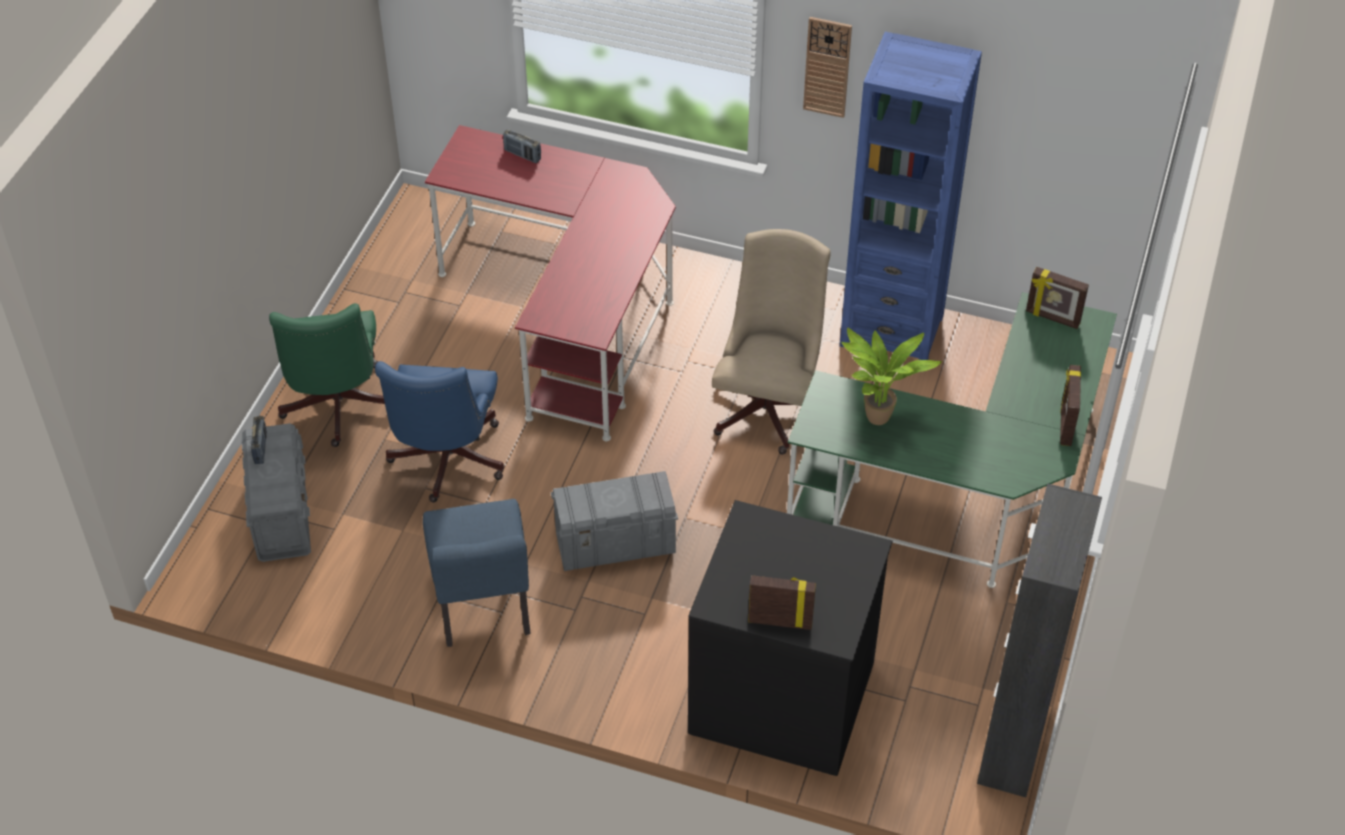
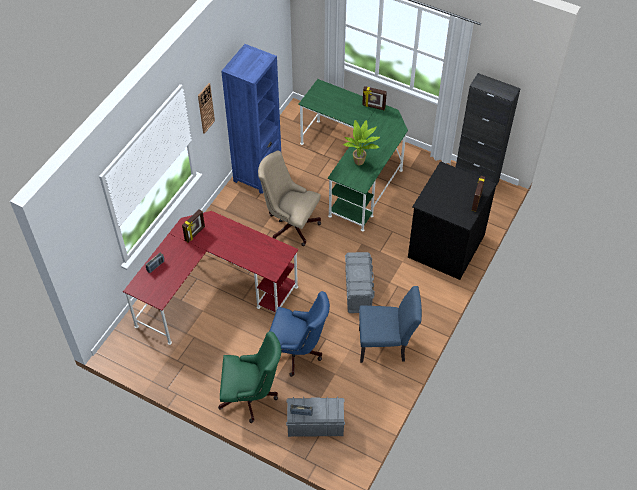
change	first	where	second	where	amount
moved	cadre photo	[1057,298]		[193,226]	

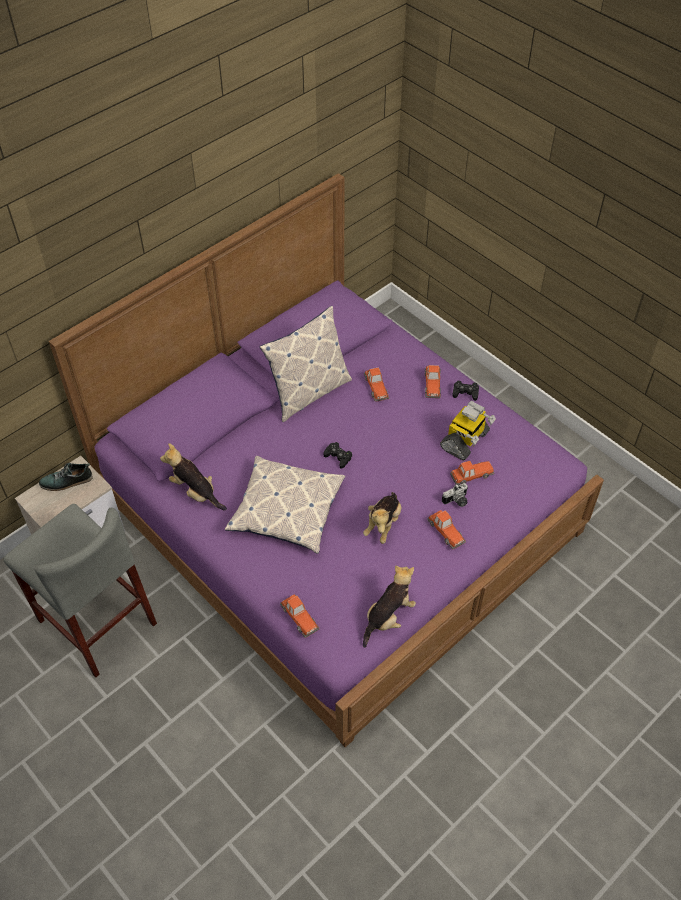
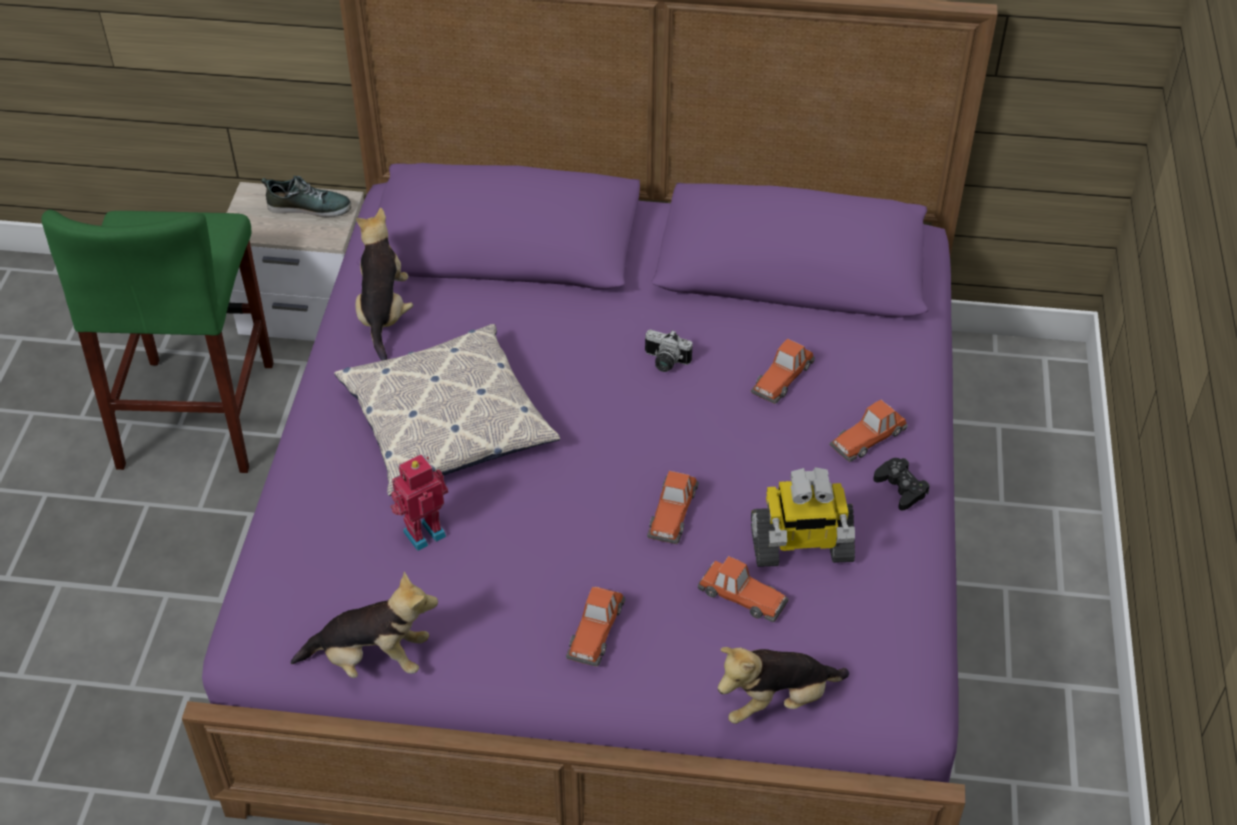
change	first	where	second	where	amount
recoloured	tabouret/gris	[80,590]	tabouret/vert	[157,341]	
turned	chaussure	[66,477]		[306,196]	150 degrees clockwise
removed	coussin	[306,364]			
moved	petite voiture	[300,616]		[673,507]	
removed	manette/noir	[338,455]			
moved	peluche	[382,518]		[783,685]	
moved	appareil photo	[455,495]		[669,351]	
added			robot jouet	[419,502]	

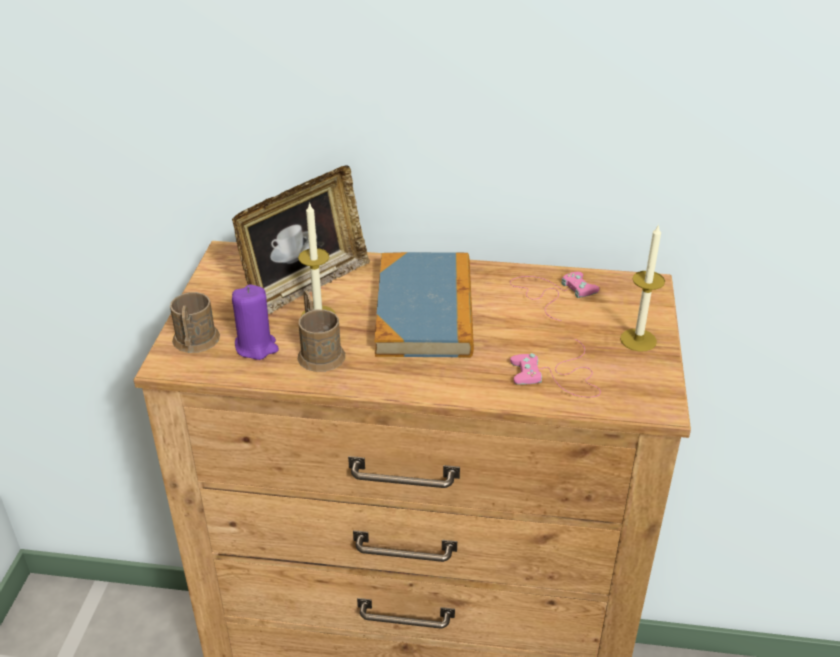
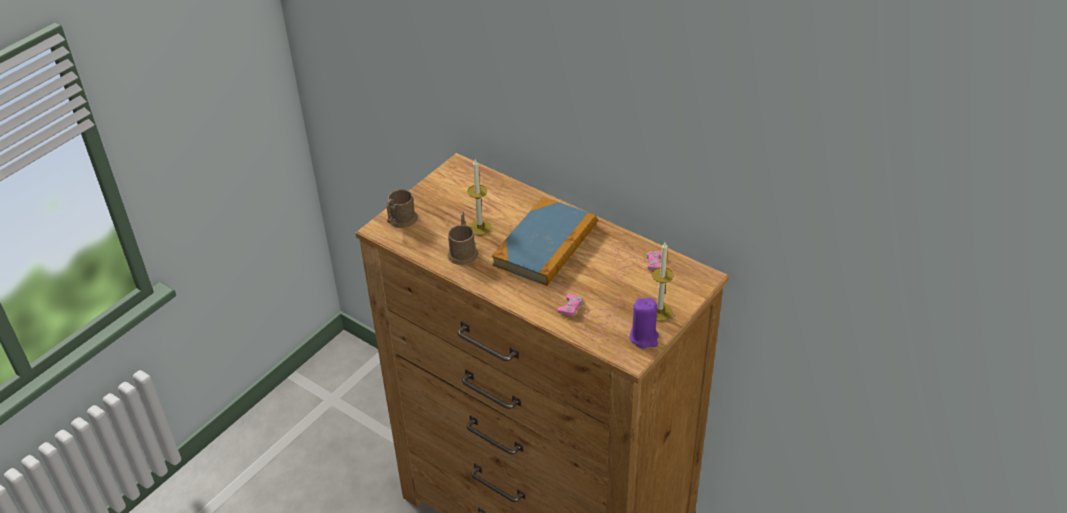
change	first	where	second	where	amount
removed	cadre photo	[301,239]			
moved	bougie/violet	[255,322]		[644,323]	

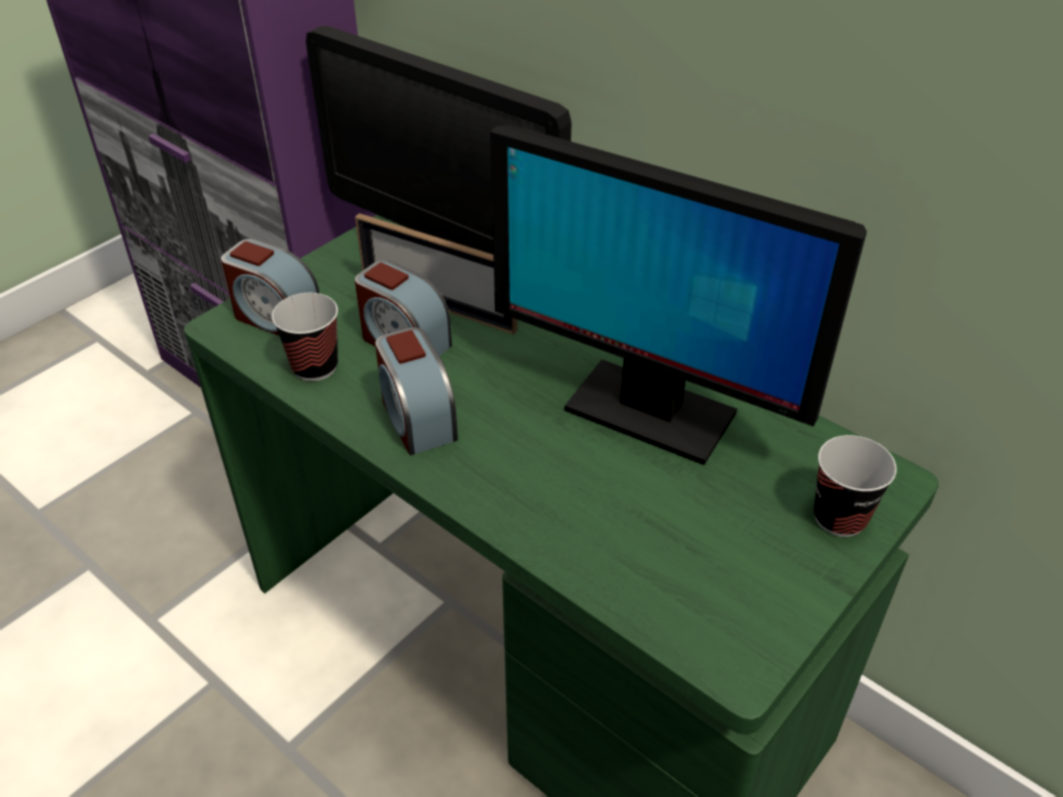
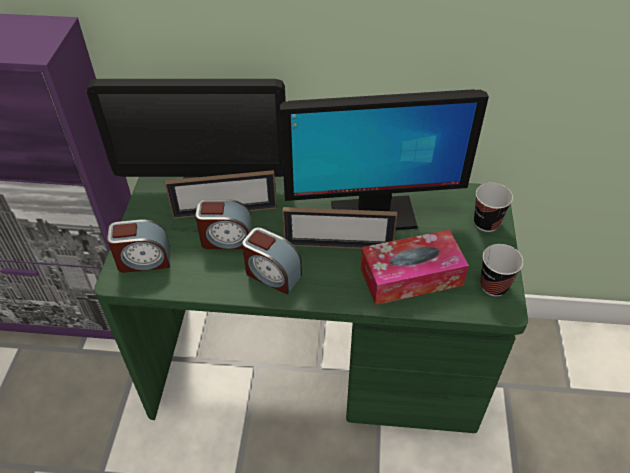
change	first	where	second	where	amount
moved	tasse	[305,337]		[501,270]	
added			cadre photo	[339,228]	
added			boîte à mouchoirs	[414,267]	

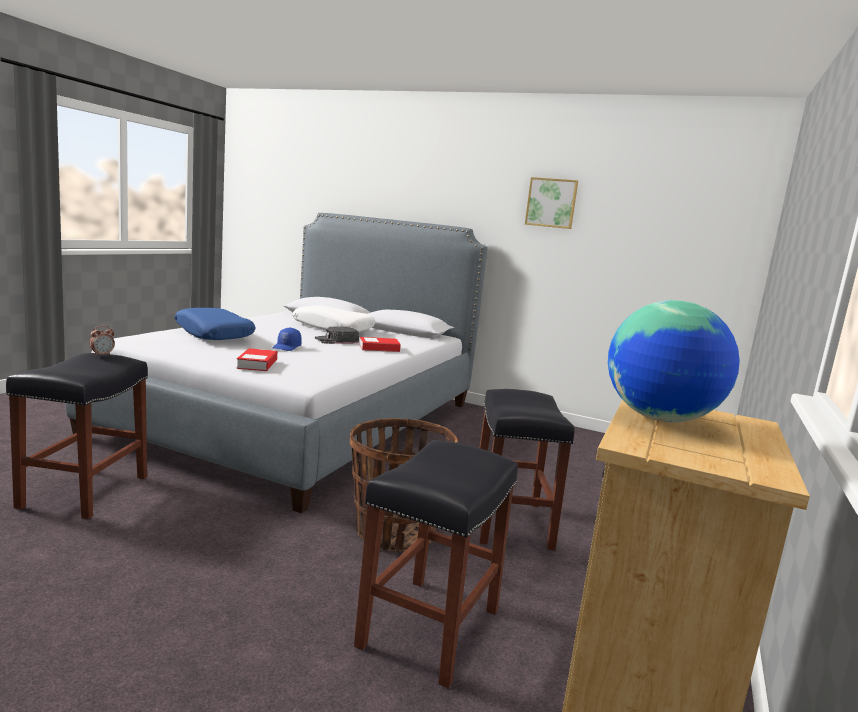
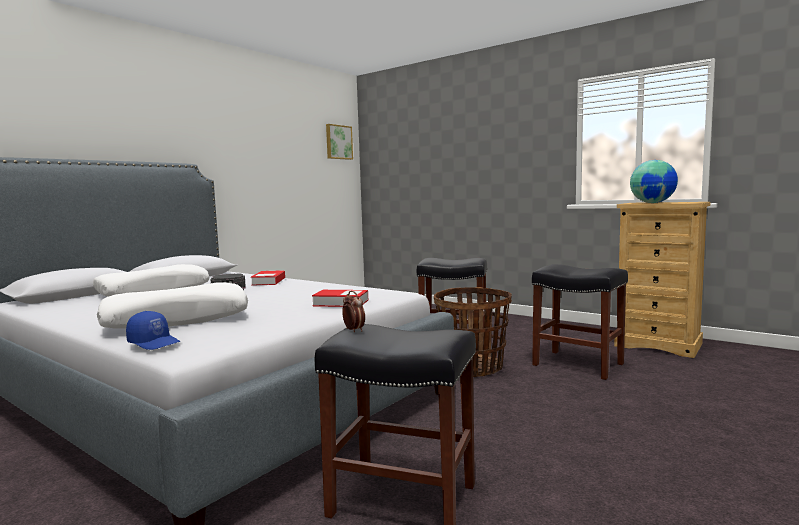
change	first	where	second	where	amount
recoloured	coussin/bleu	[215,324]	coussin/blanc	[172,305]	
moved	casquette/bleu	[287,339]		[153,330]	
moved	tableau	[551,203]		[339,142]	

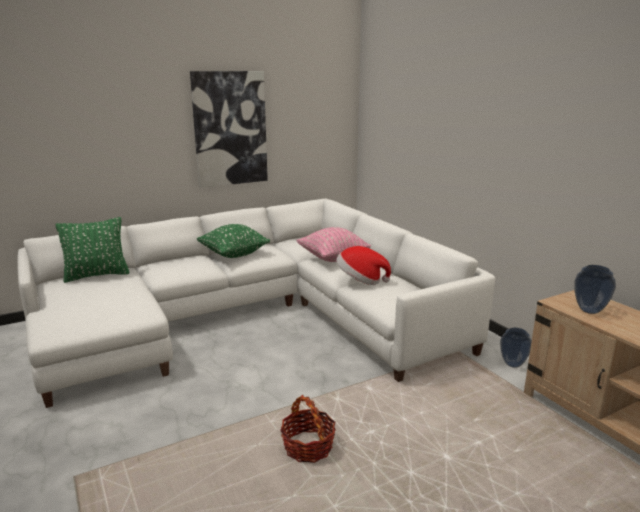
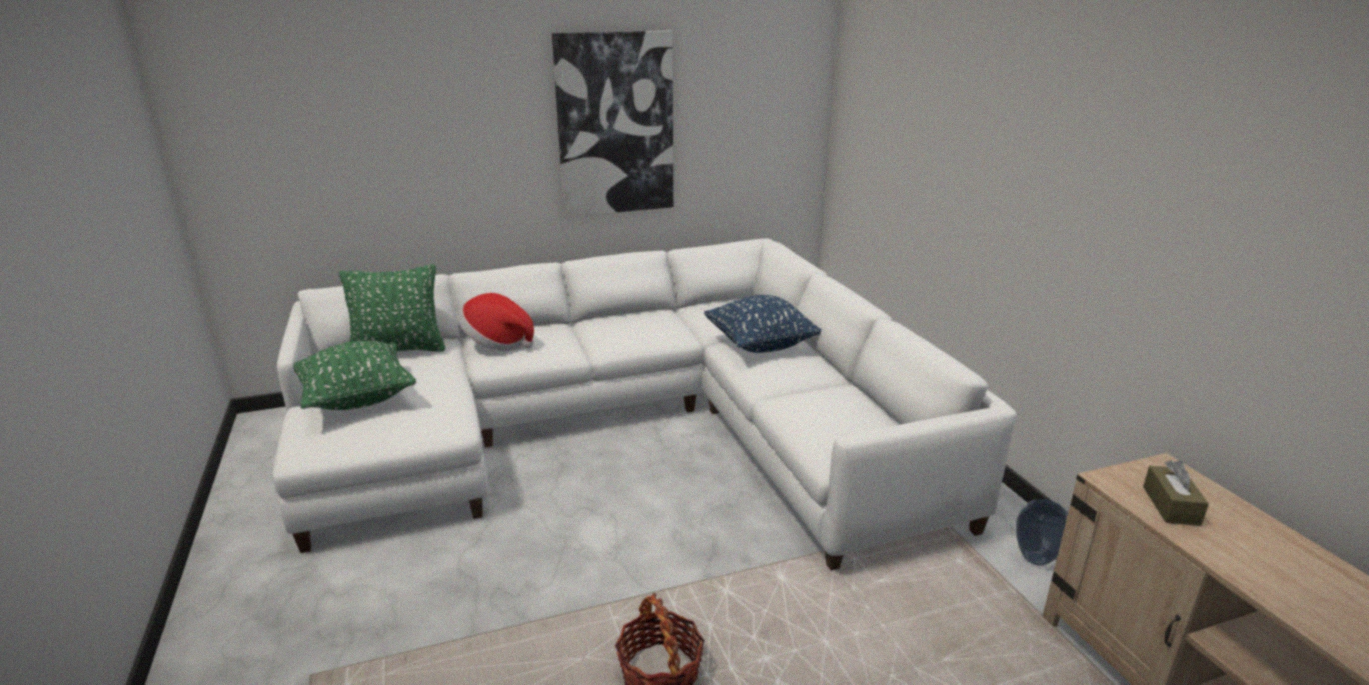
change	first	where	second	where	amount
moved	coussin/vert	[233,241]		[354,375]	
recoloured	coussin/rose	[333,244]	coussin/bleu	[762,324]	
moved	chapeau	[363,265]		[496,322]	
replaced	vase	[595,289]	boîte à mouchoirs/marron	[1176,493]	

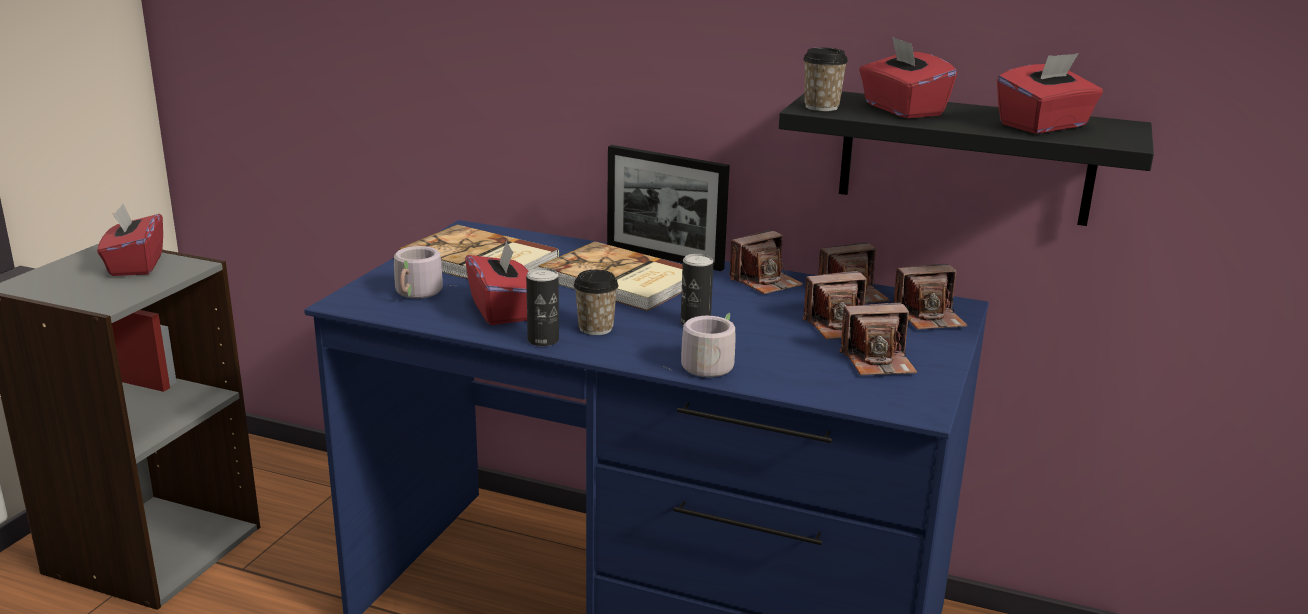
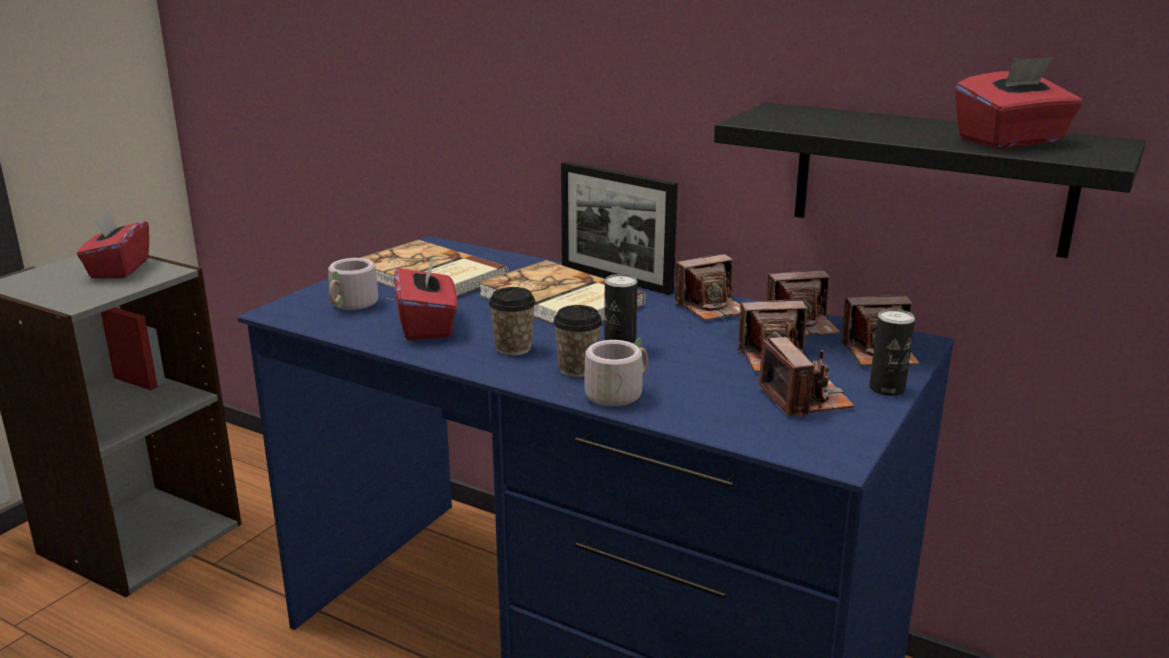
change	first	where	second	where	amount
moved	boîte métallique	[542,307]		[892,352]	
moved	tasse	[825,79]		[577,341]	
turned	appareil photo	[878,339]		[807,377]	105 degrees counterclockwise
removed	boîte à mouchoirs/rouge	[908,77]			

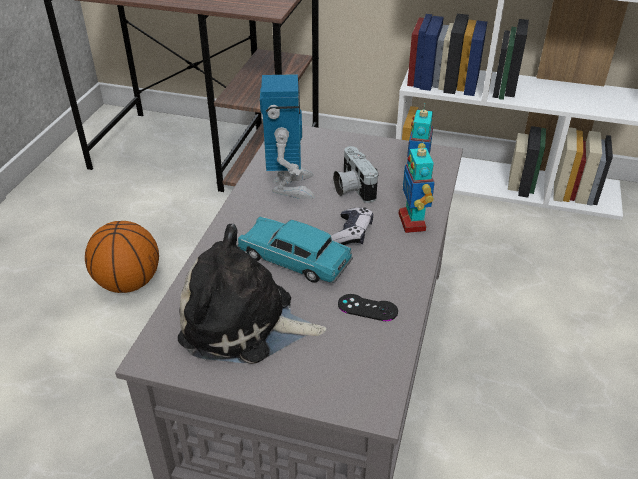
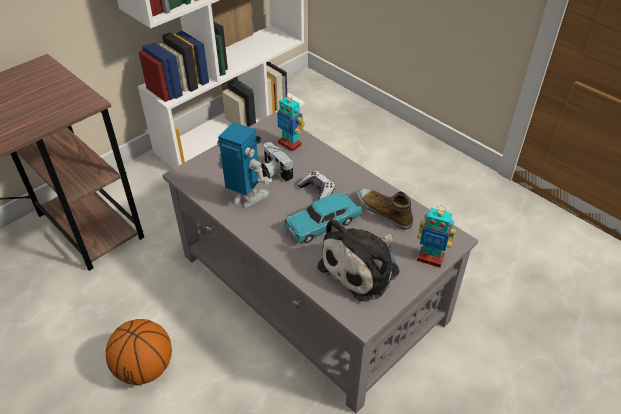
change	first	where	second	where	amount
turned	appareil photo	[355,174]		[277,162]	45 degrees clockwise
replaced	manette/noir	[368,307]	chaussure	[385,209]	
moved	robot jouet	[417,186]		[436,236]	

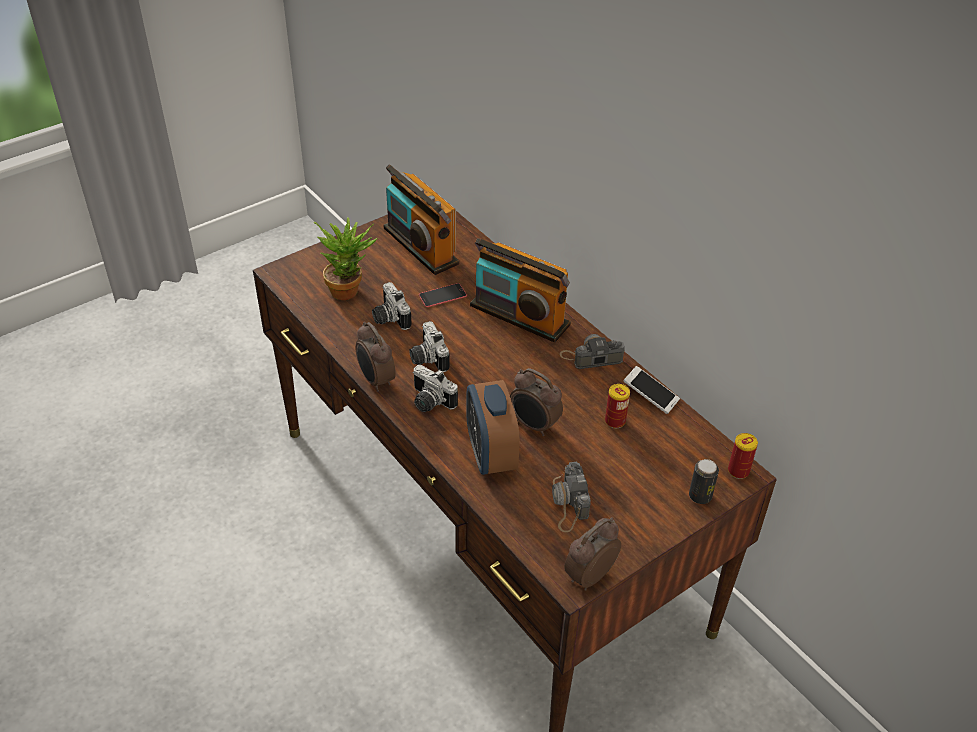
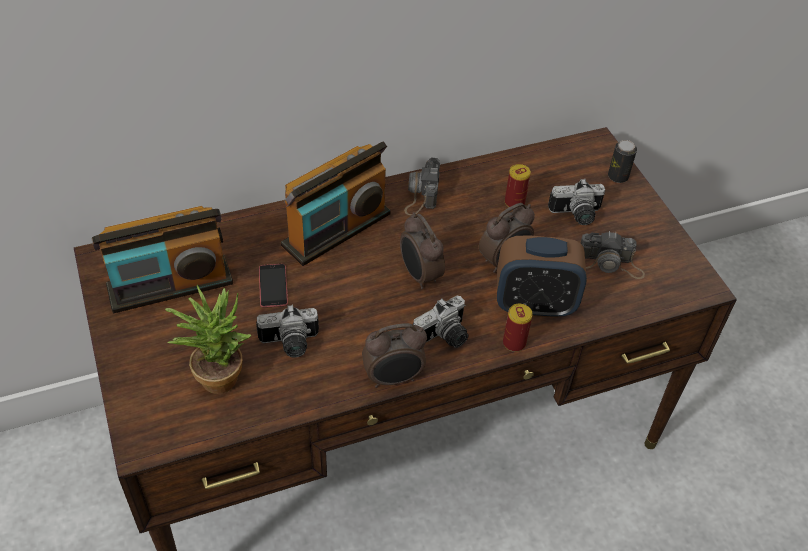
change	first	where	second	where	amount
moved	appareil photo	[429,346]		[576,202]	
moved	réveil	[592,554]		[422,250]	
removed	téléphone	[652,390]			
moved	boîte métallique	[743,456]		[518,328]	

